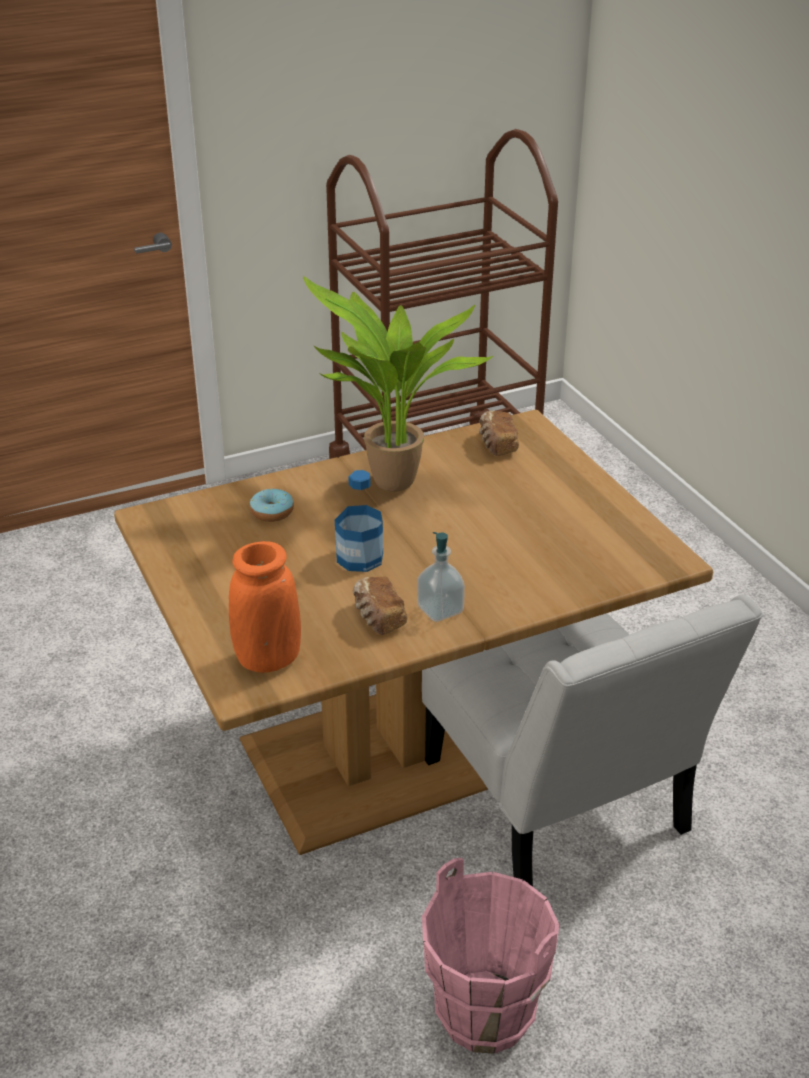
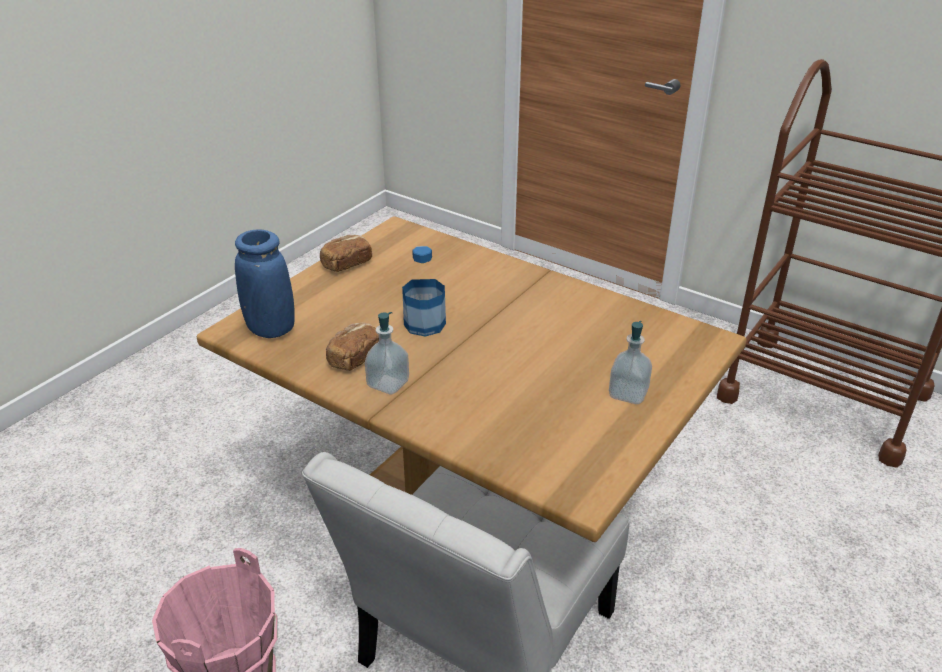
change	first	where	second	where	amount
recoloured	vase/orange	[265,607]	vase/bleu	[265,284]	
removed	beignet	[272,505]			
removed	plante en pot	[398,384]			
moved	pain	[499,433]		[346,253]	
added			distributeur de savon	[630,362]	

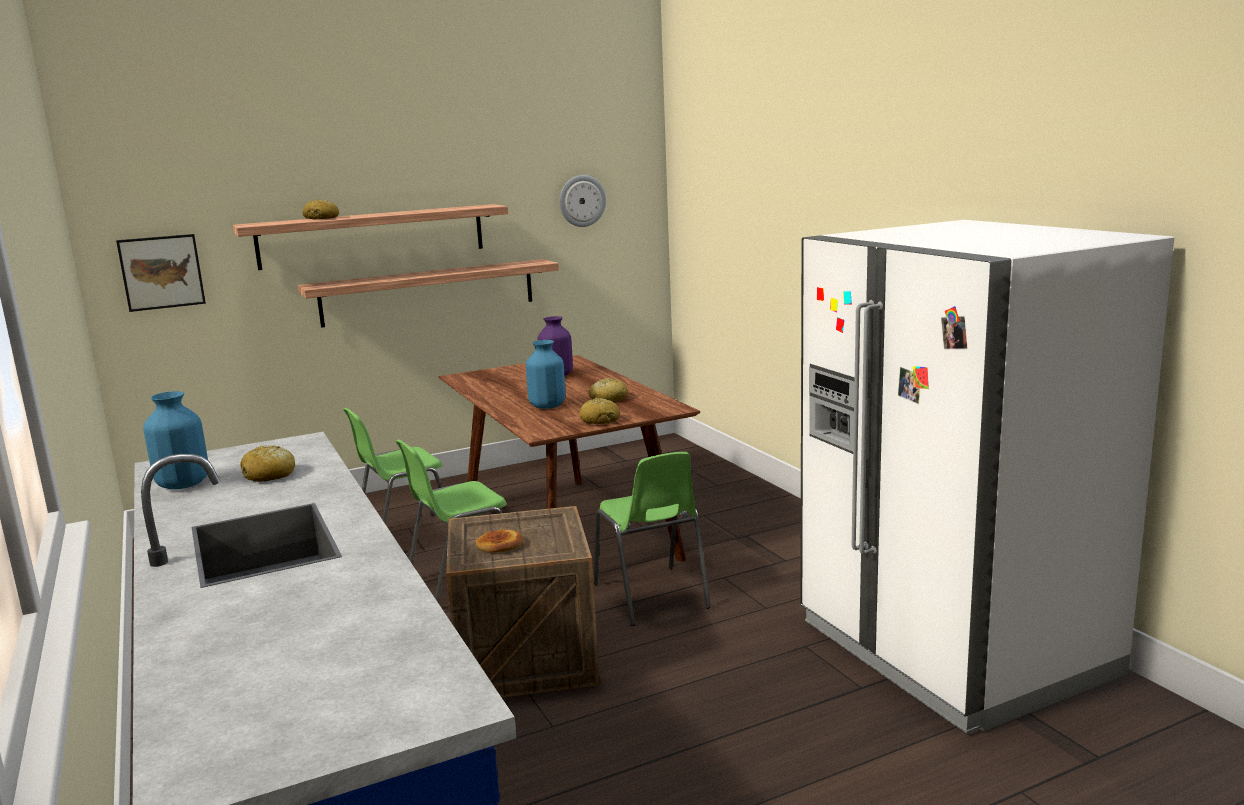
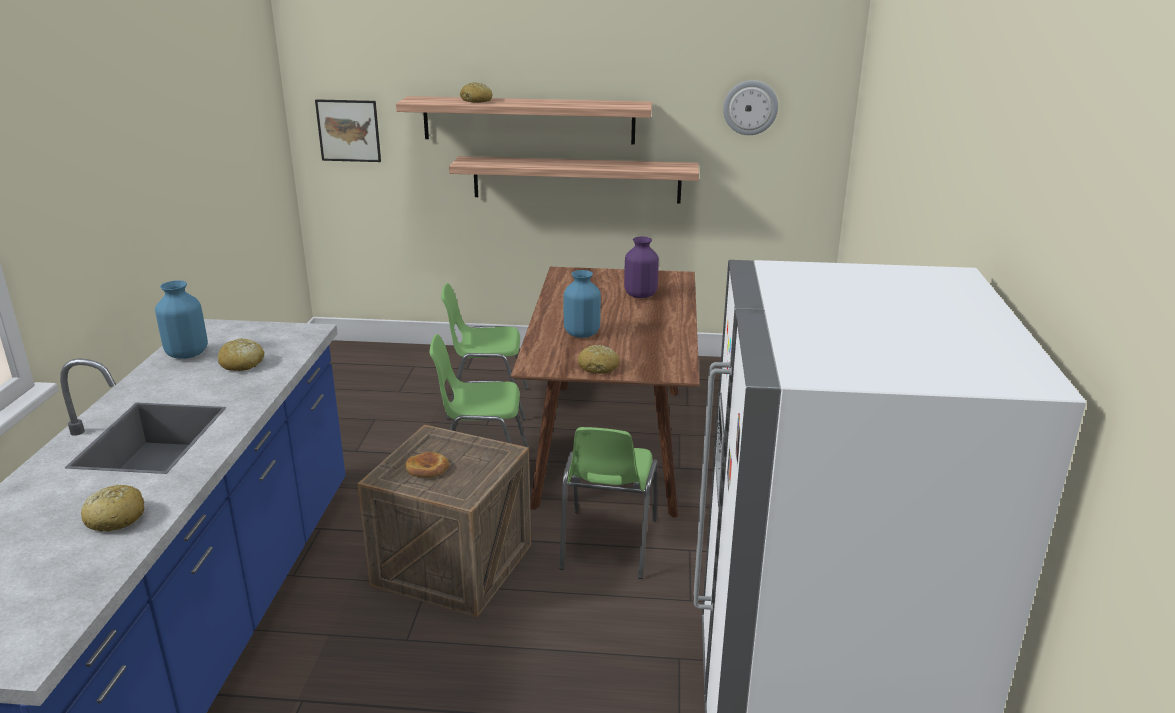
change	first	where	second	where	amount
moved	pain	[608,390]		[113,508]	

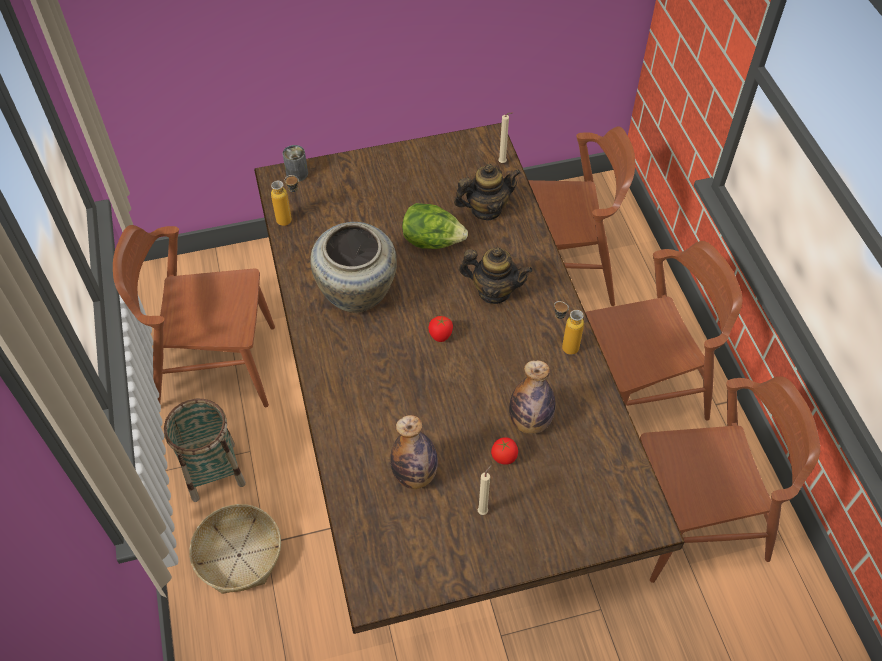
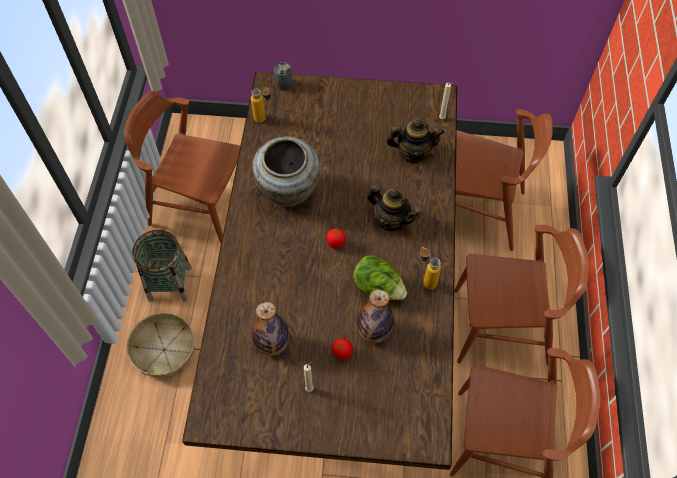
change	first	where	second	where	amount
moved	laitue	[435,226]		[380,277]	

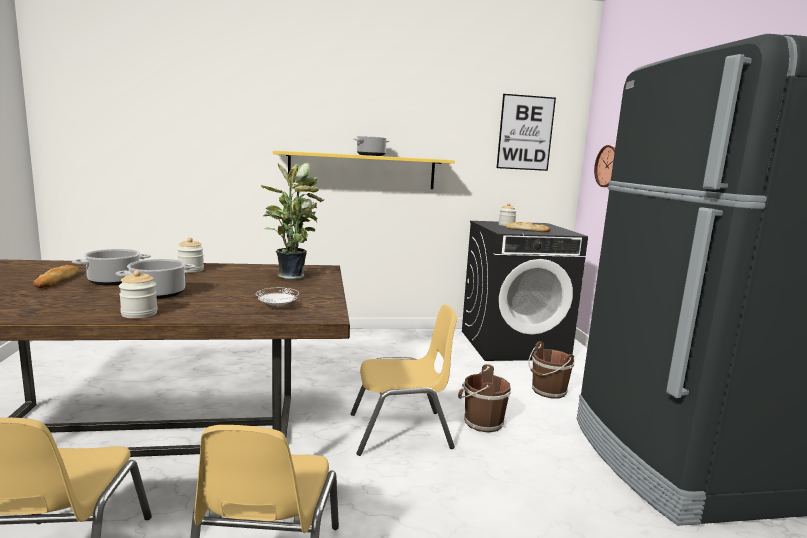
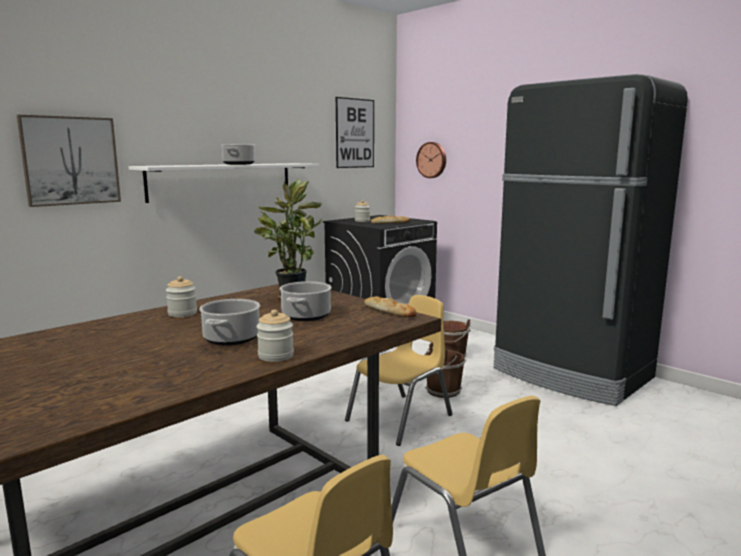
change	first	where	second	where	amount
moved	pain	[55,276]		[390,306]	
moved	marmite	[111,267]		[306,301]	
removed	assiette/blanc	[277,297]			
recoloured	étagère/jaune	[364,170]	étagère/blanc	[224,183]	
added			tableau	[69,161]	

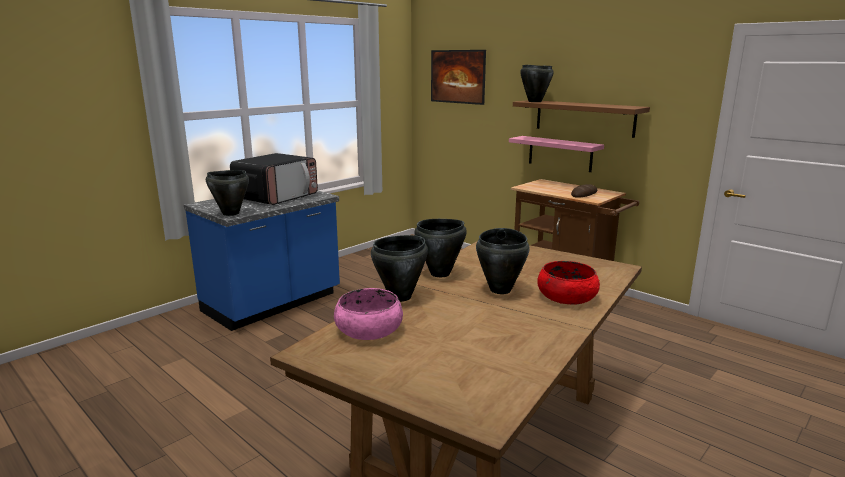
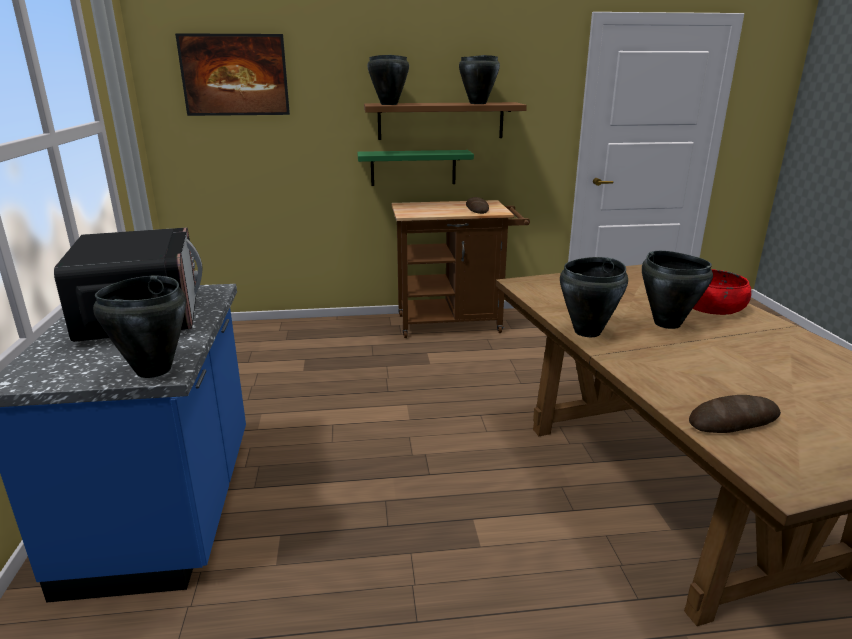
change	first	where	second	where	amount
replaced	bol/rose	[368,314]	pain	[735,414]	
moved	marmite/noir	[399,268]		[479,79]	
recoloured	étagère/rose	[556,154]	étagère/vert	[415,168]	

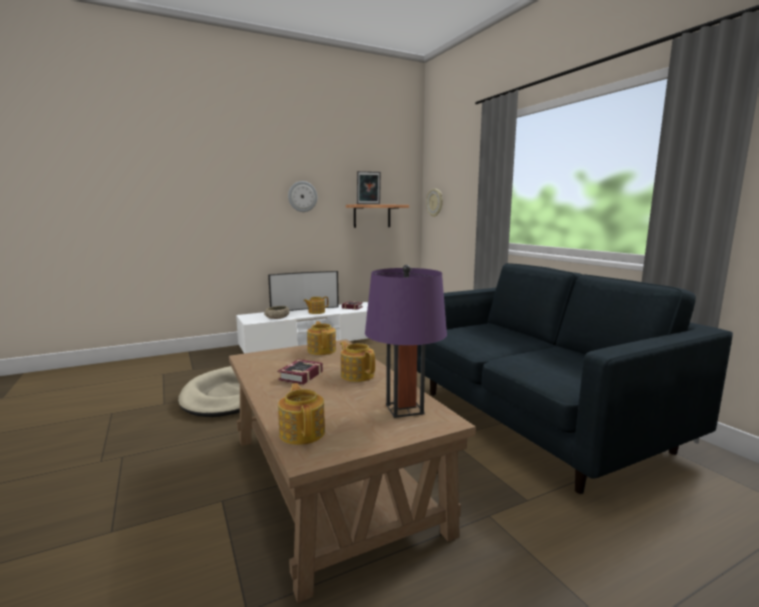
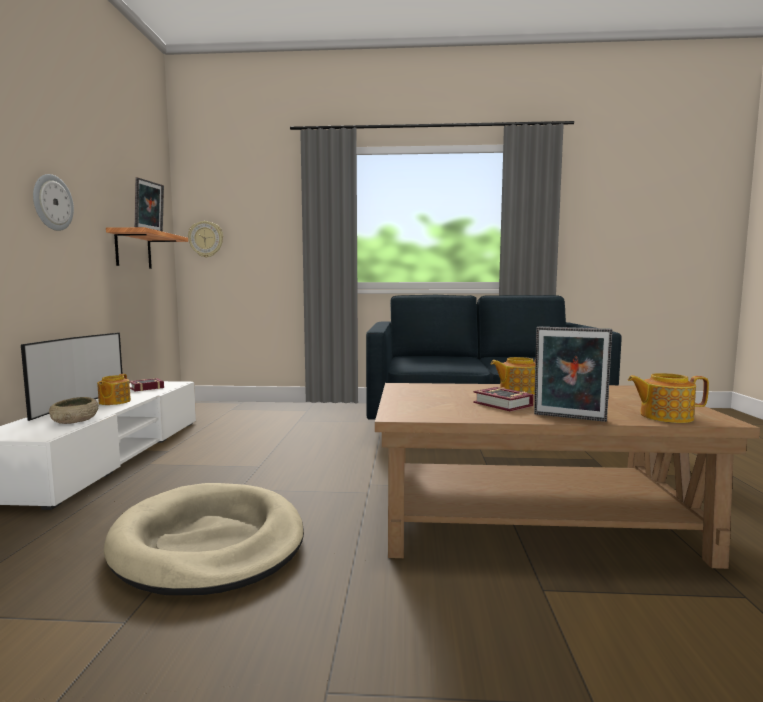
change	first	where	second	where	amount
removed	théière	[321,338]			
removed	lampe de table/violet	[406,341]			
added			cadre photo	[573,374]	

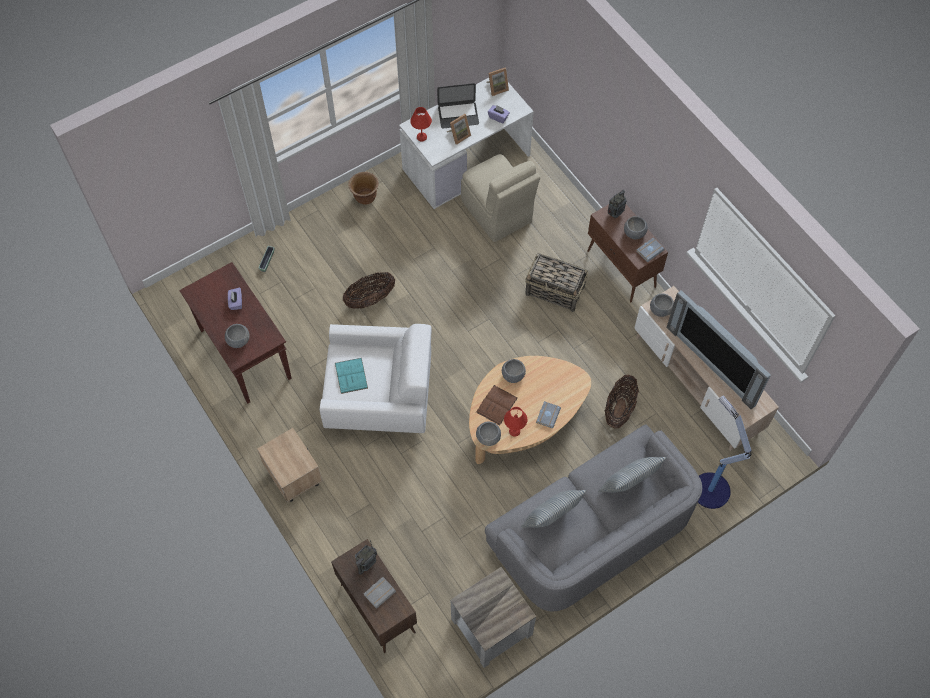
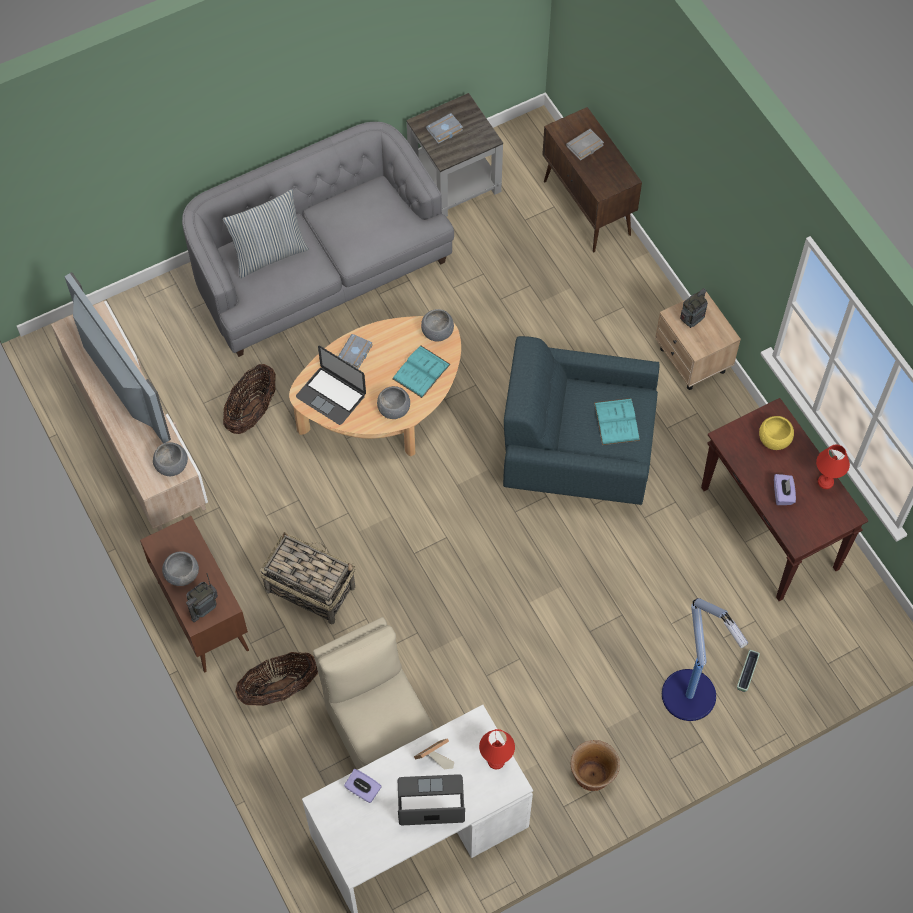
change	first	where	second	where	amount
recoloured	bol/gris	[237,336]	bol/jaune	[776,433]	
recoloured	fauteuil/blanc	[376,378]	fauteuil/bleu	[581,420]	
moved	panier	[369,290]		[276,679]	
moved	radio	[366,557]		[694,308]	
recoloured	livre/marron	[497,405]	livre/turquoise	[421,372]	
removed	cadre photo	[498,82]			
moved	lampe de table/rouge	[515,422]		[833,467]	
removed	coussin	[553,509]			
moved	livre/gris	[650,250]		[444,128]	
moved	lampadaire	[724,452]		[705,659]	
added			ordinateur portable	[331,385]	

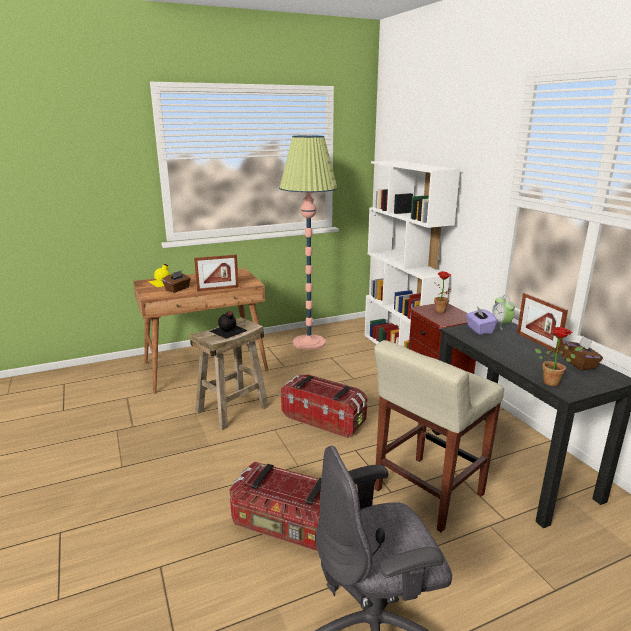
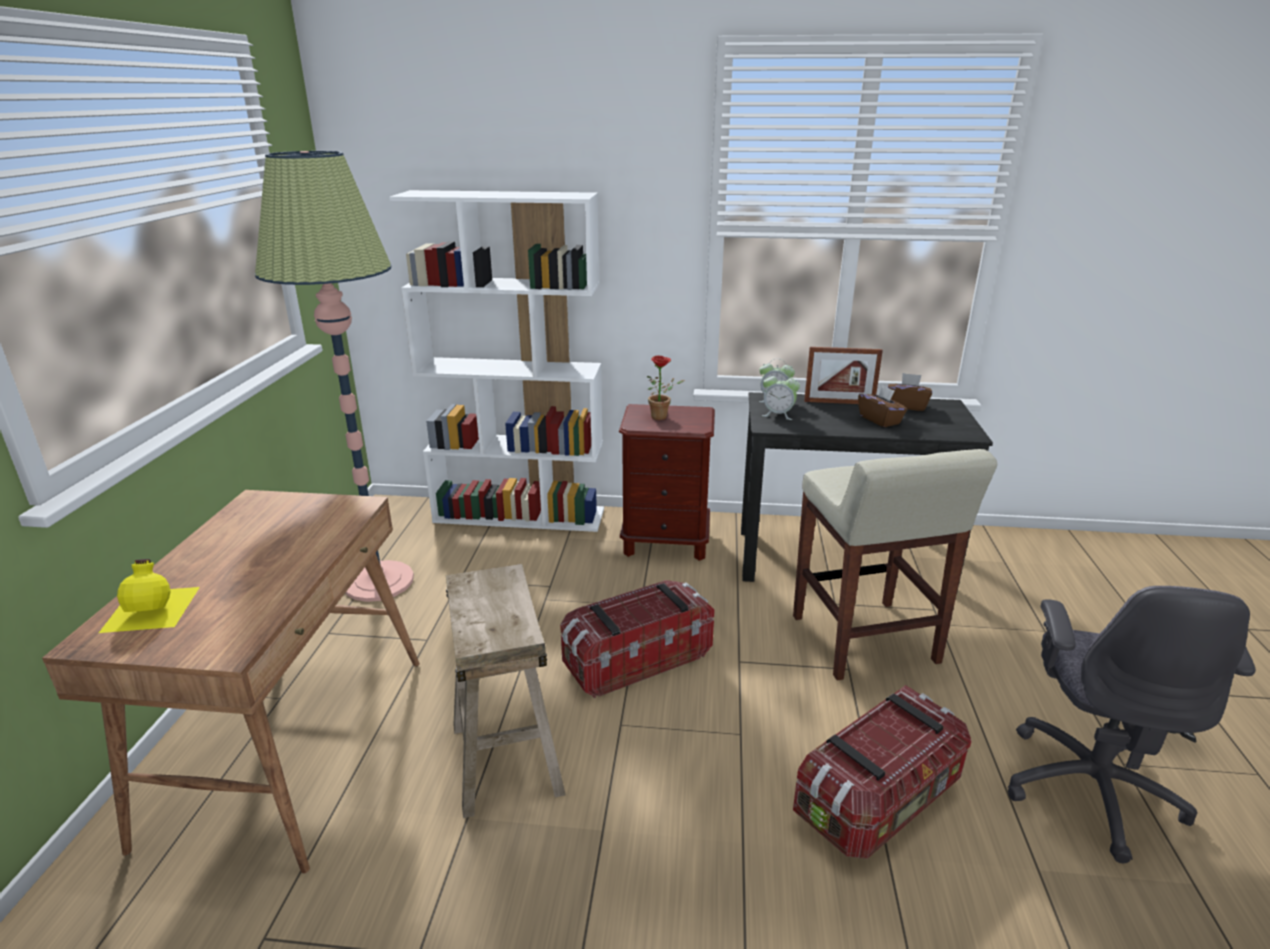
change	first	where	second	where	amount
moved	boîte à mouchoirs/marron	[176,281]		[883,406]	
removed	cadre photo	[216,273]			
removed	bouteille/noir	[229,325]			
replaced	boîte à mouchoirs/violet	[481,321]	réveil	[781,395]	
removed	plante en pot	[559,356]			

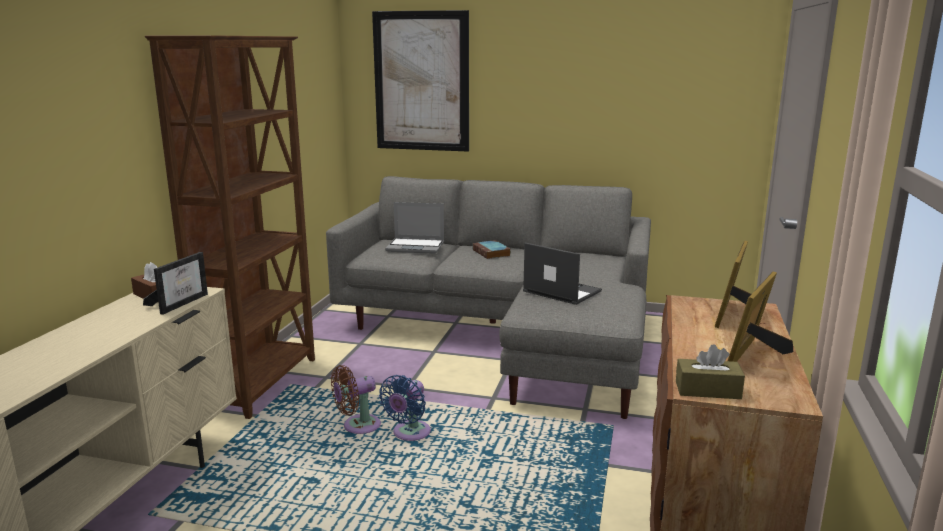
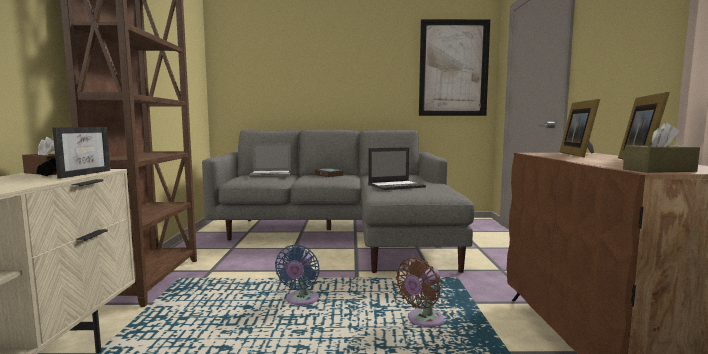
change	first	where	second	where	amount
moved	ventilateur/marron	[356,399]		[420,292]	
moved	tableau	[420,81]		[455,67]	
turned	ordinateur portable	[562,274]		[397,168]	135 degrees clockwise

